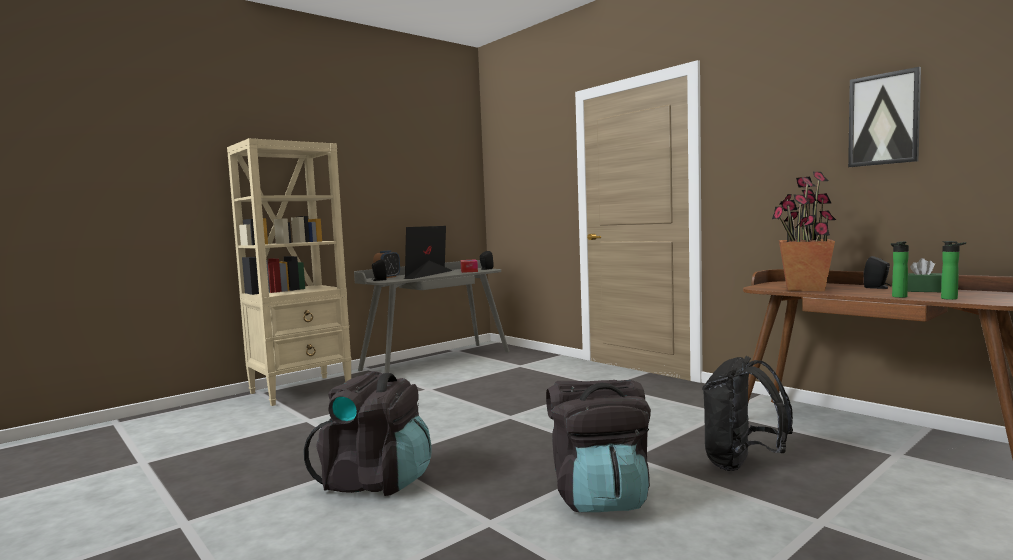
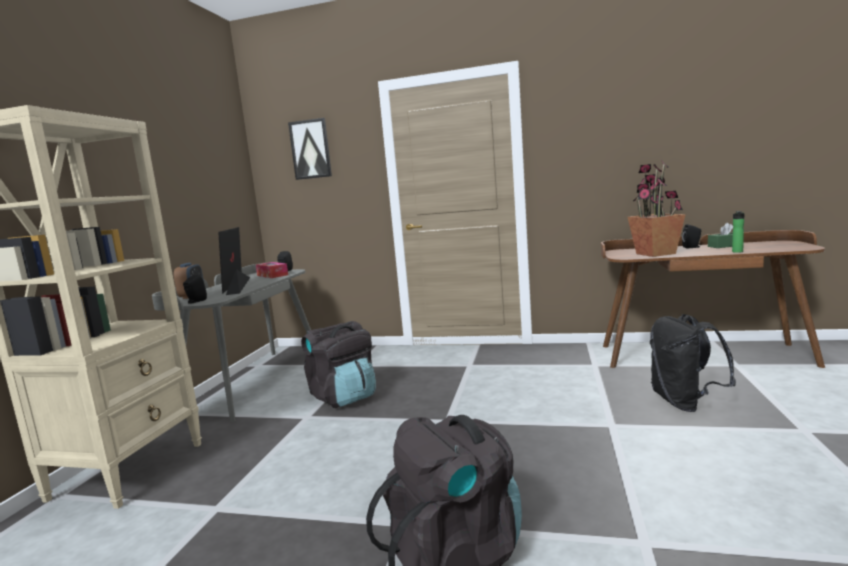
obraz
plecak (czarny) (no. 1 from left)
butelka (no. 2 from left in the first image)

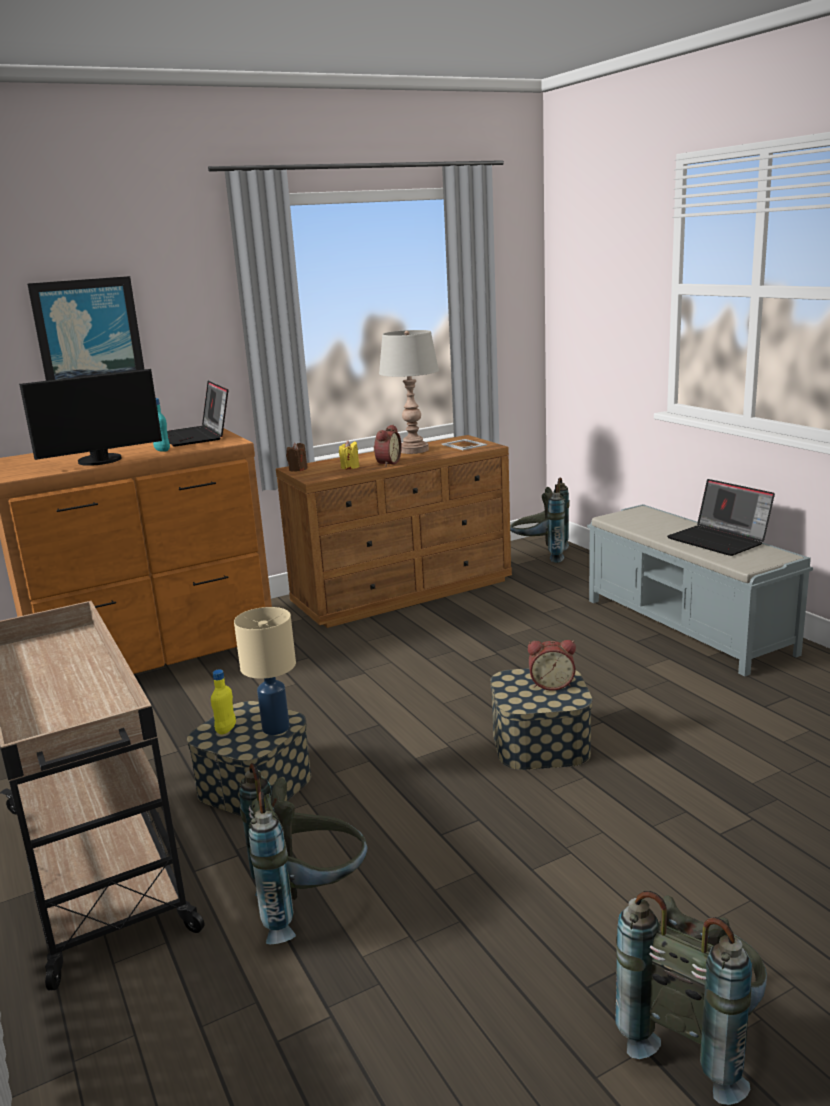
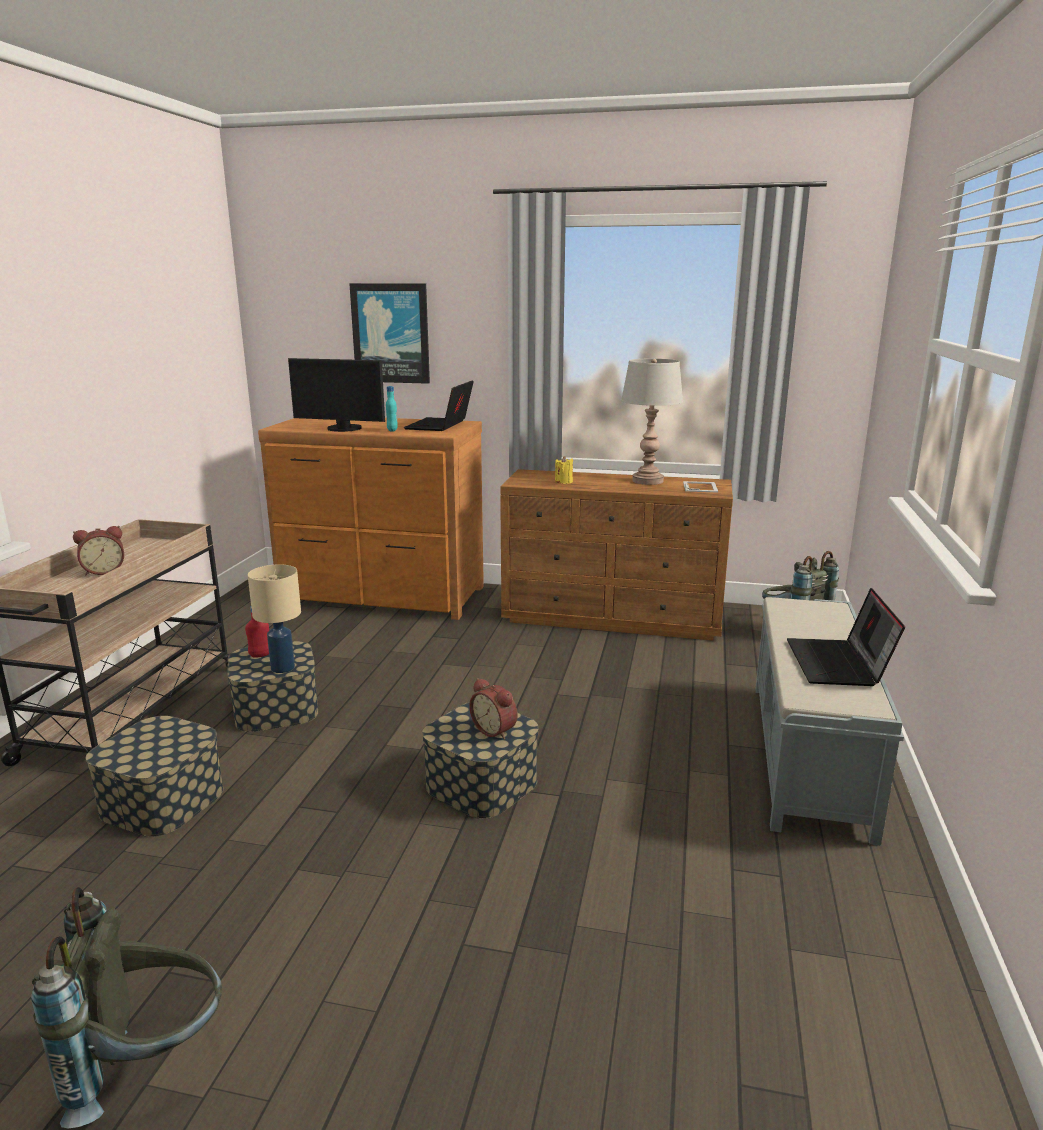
budzik (no. 1 from left)
pojemnik do przechowywania (no. 1 from left)
butelka (czerwony)
świeca (brązowy)

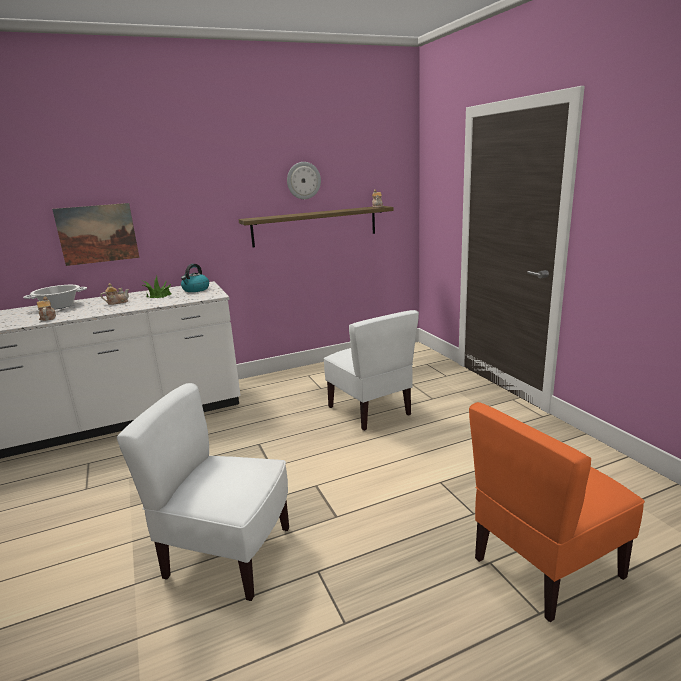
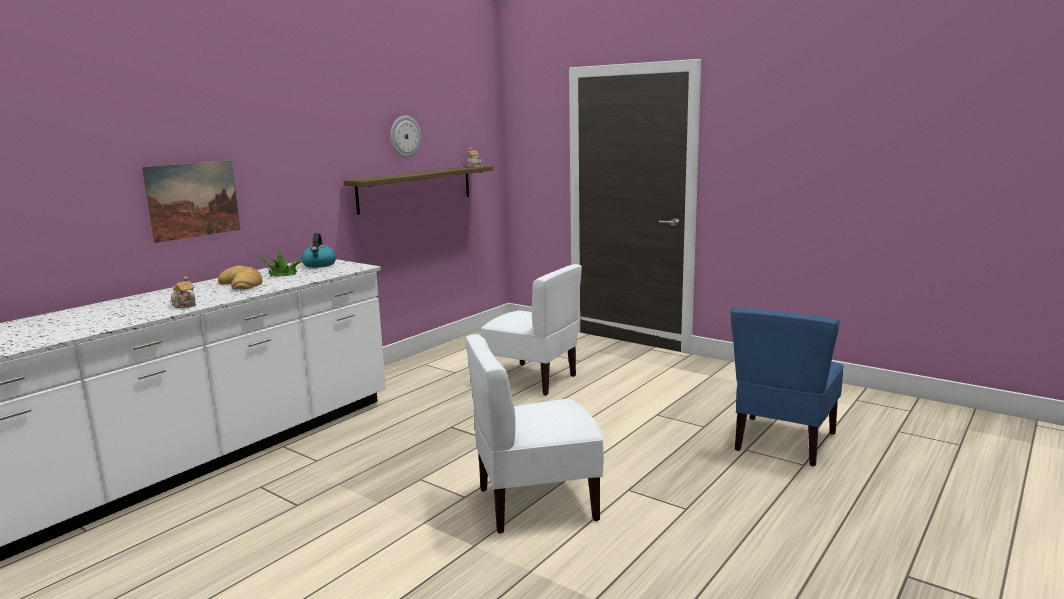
chleb
krzesło (niebieski)
garnek

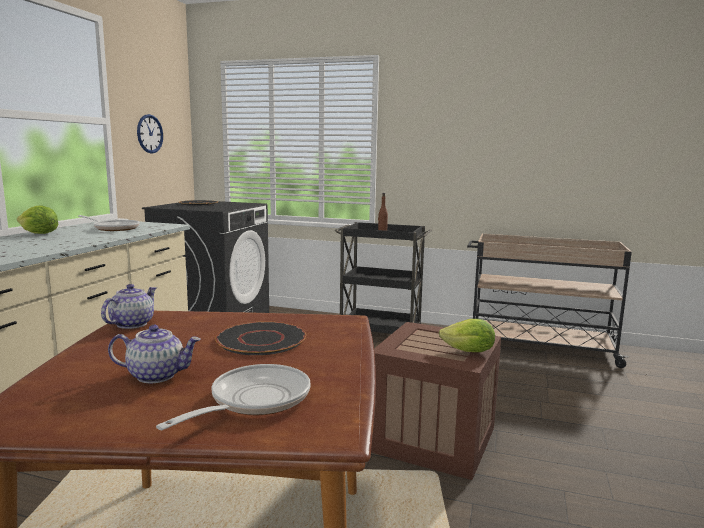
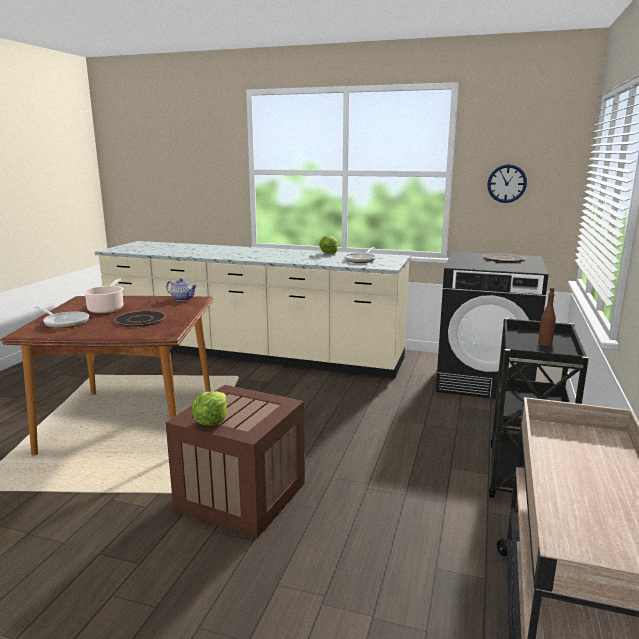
garnek

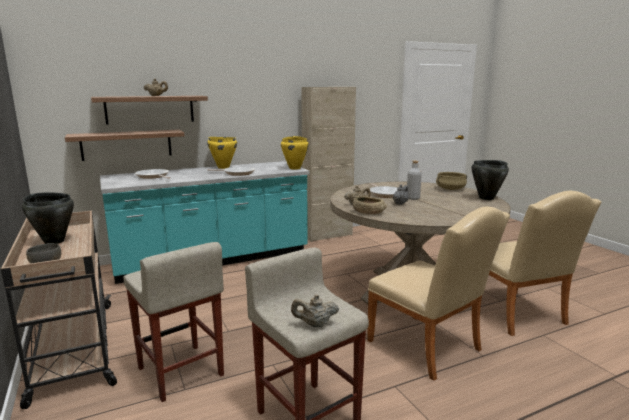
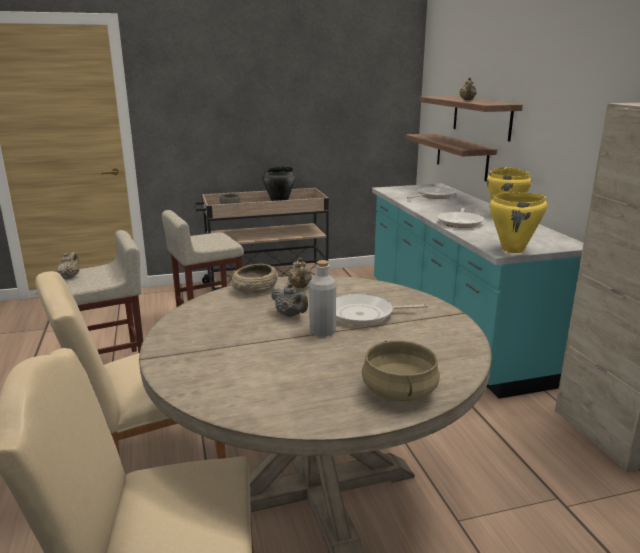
garnek (czarny) (no. 2 from left in the first image)

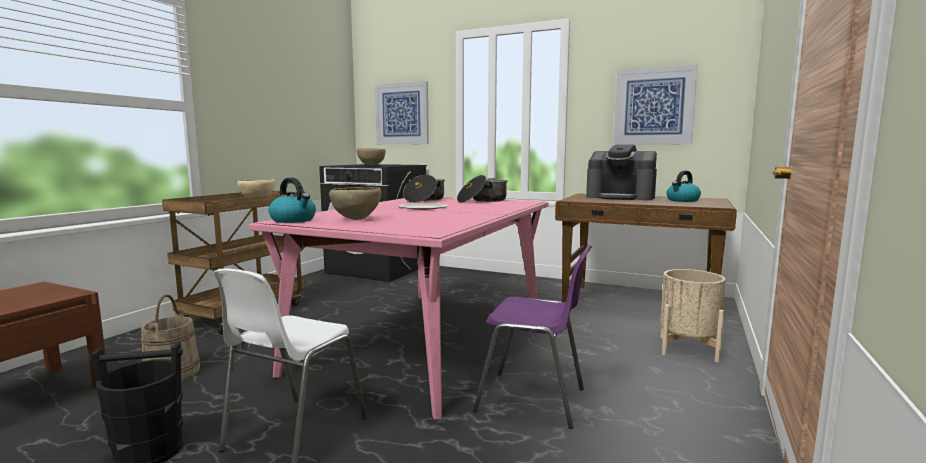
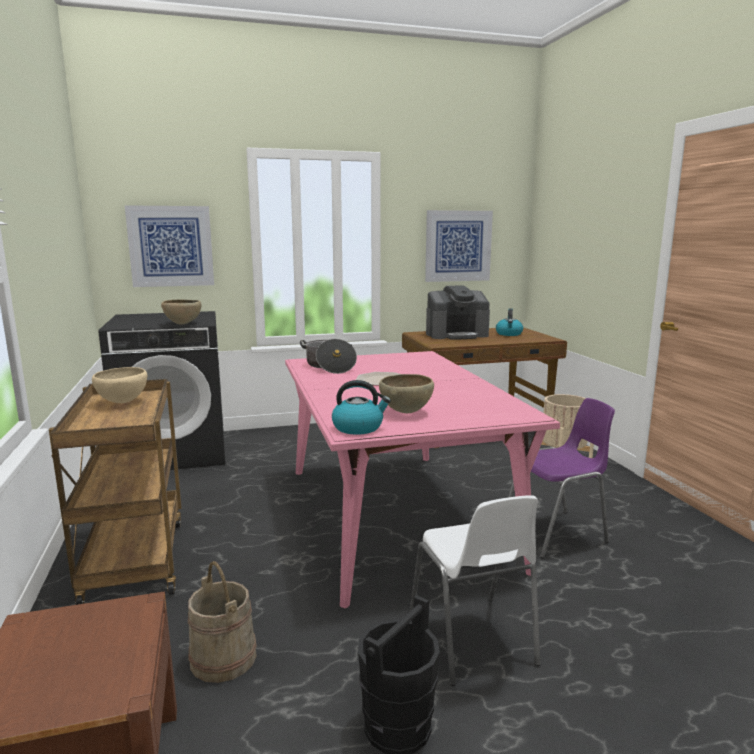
garnek (no. 2 from left in the first image)

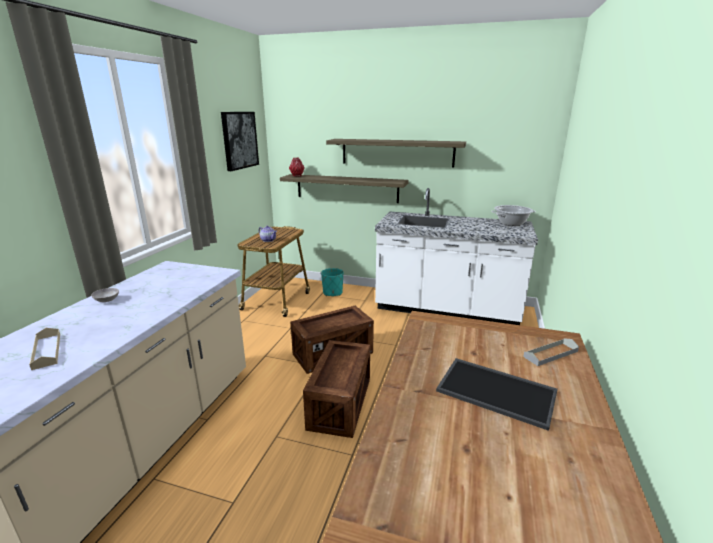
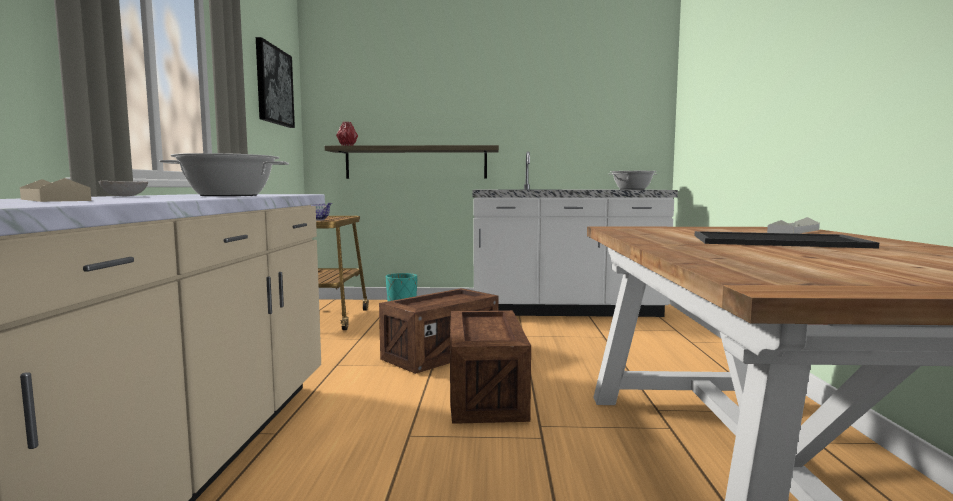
garnek (no. 1 from left)
półka (no. 2 from left in the first image)

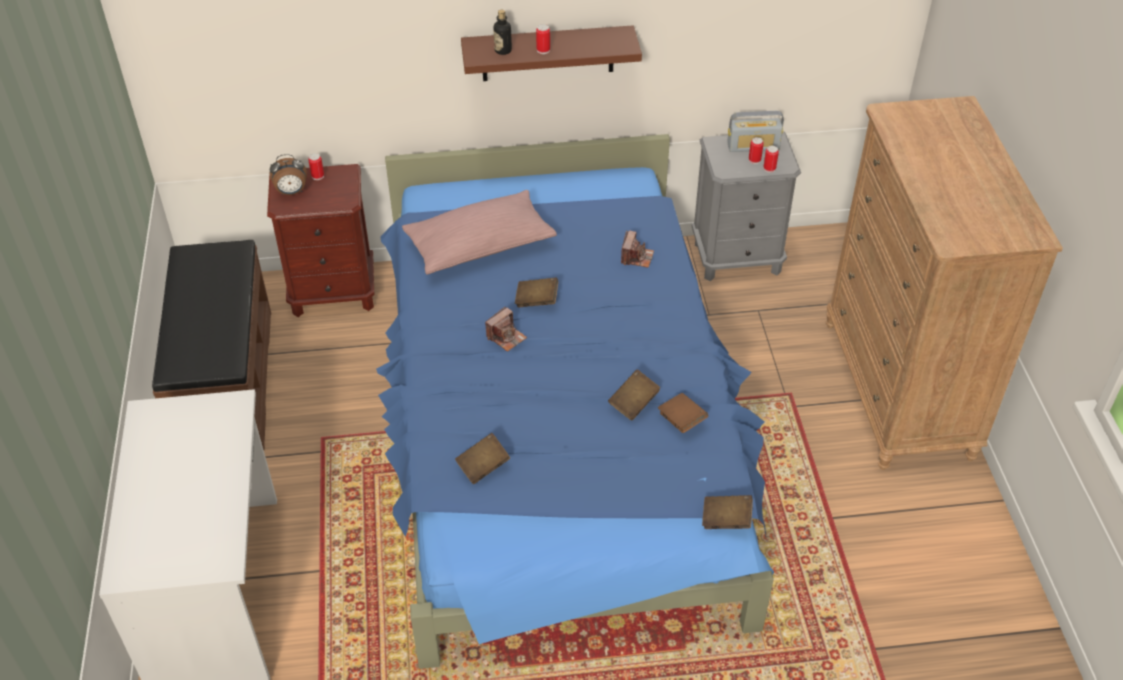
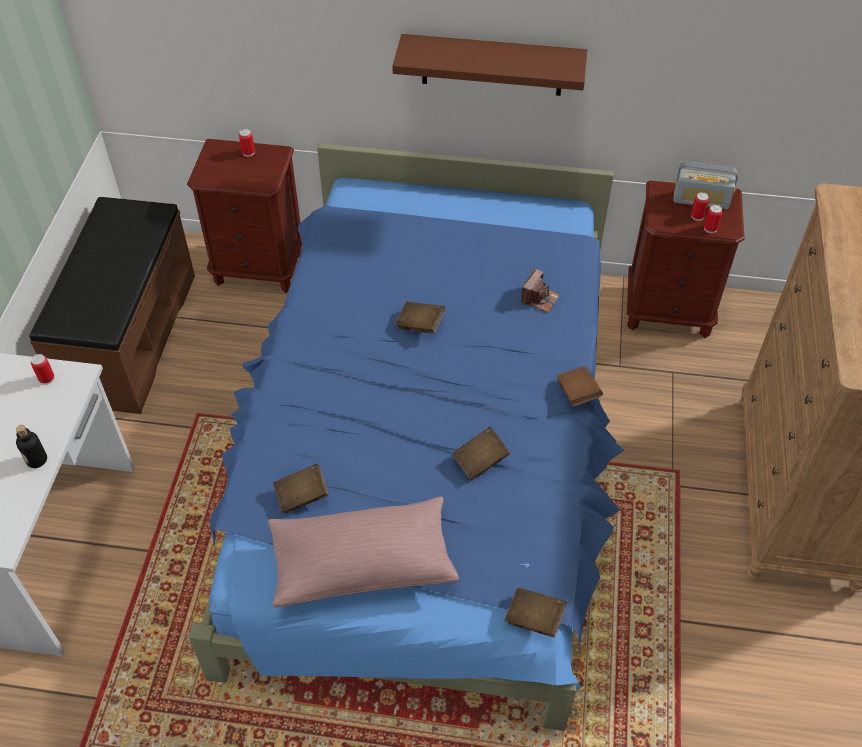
butelka
puszka (no. 1 from left)
poduszka (różowy)
książka (brązowy) (no. 5 from left)
szafka nocna (brązowy) (no. 2 from left)
budzik
aparat fotograficzny (no. 1 from left in the first image)

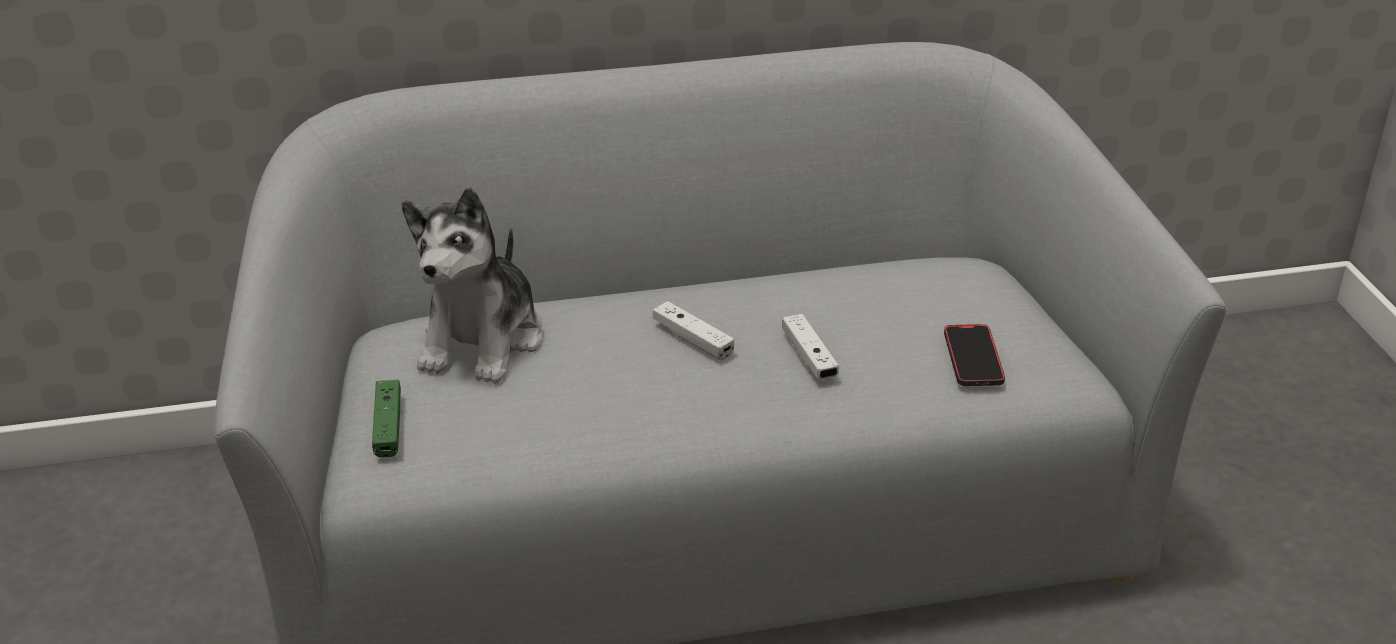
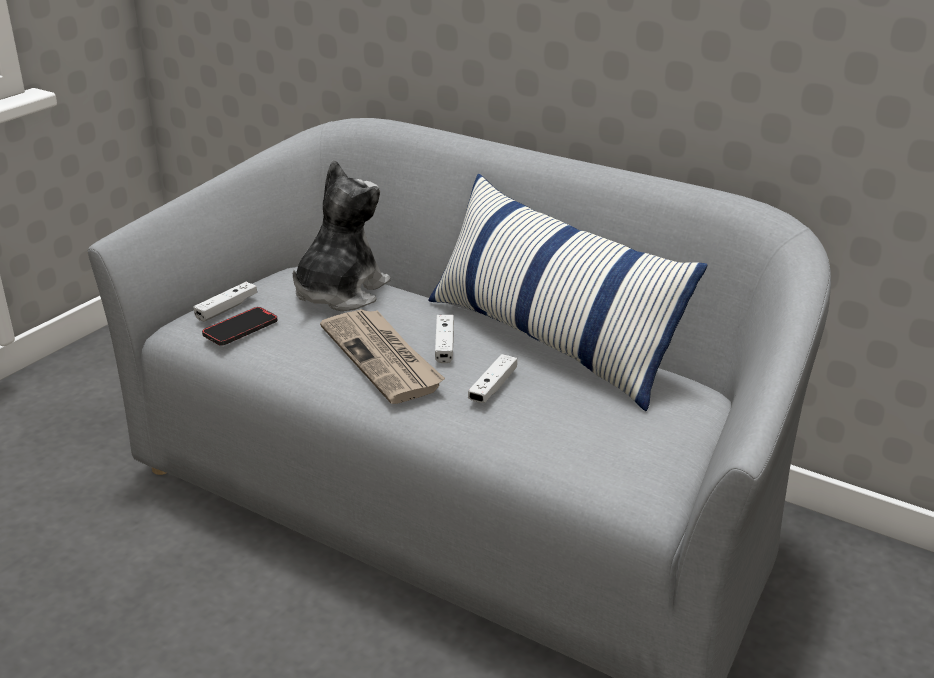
pad do gier (biały) (no. 1 from left)
telefon
pluszak
gazeta
poduszka

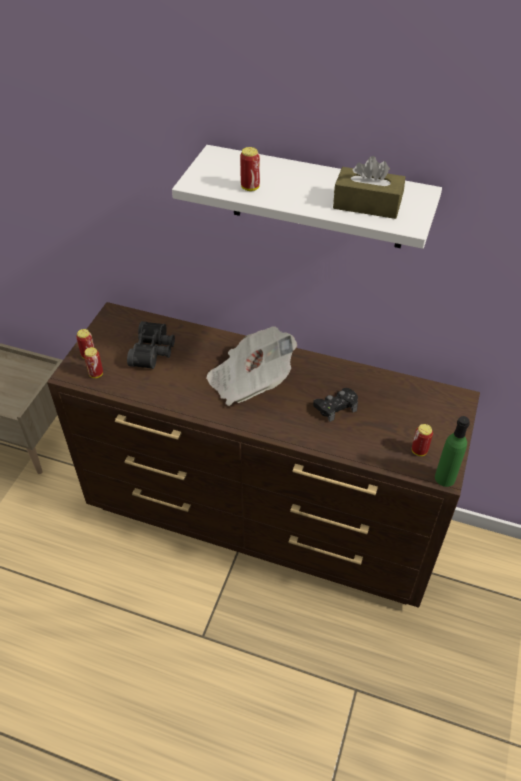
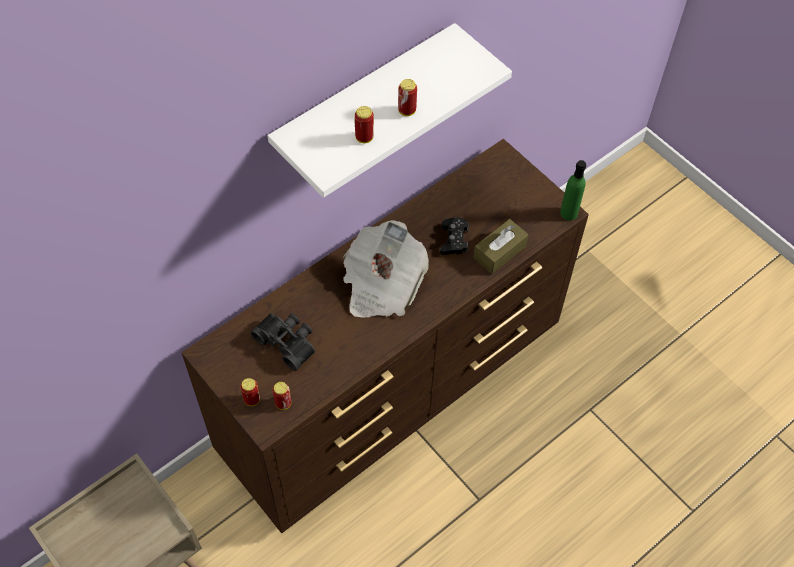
puszka (no. 4 from left)
pudełko chusteczek (brązowy)

